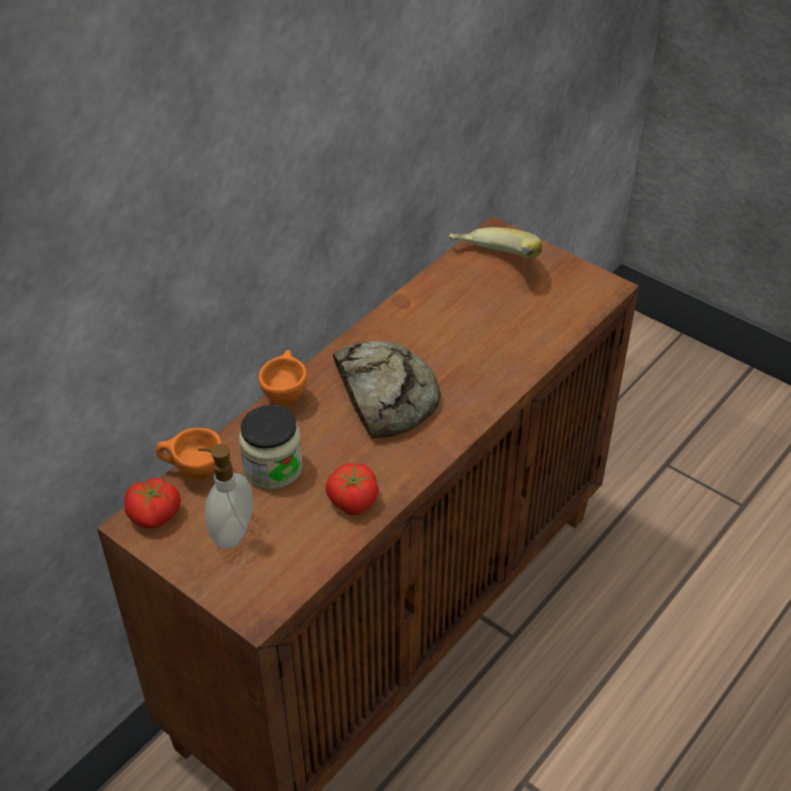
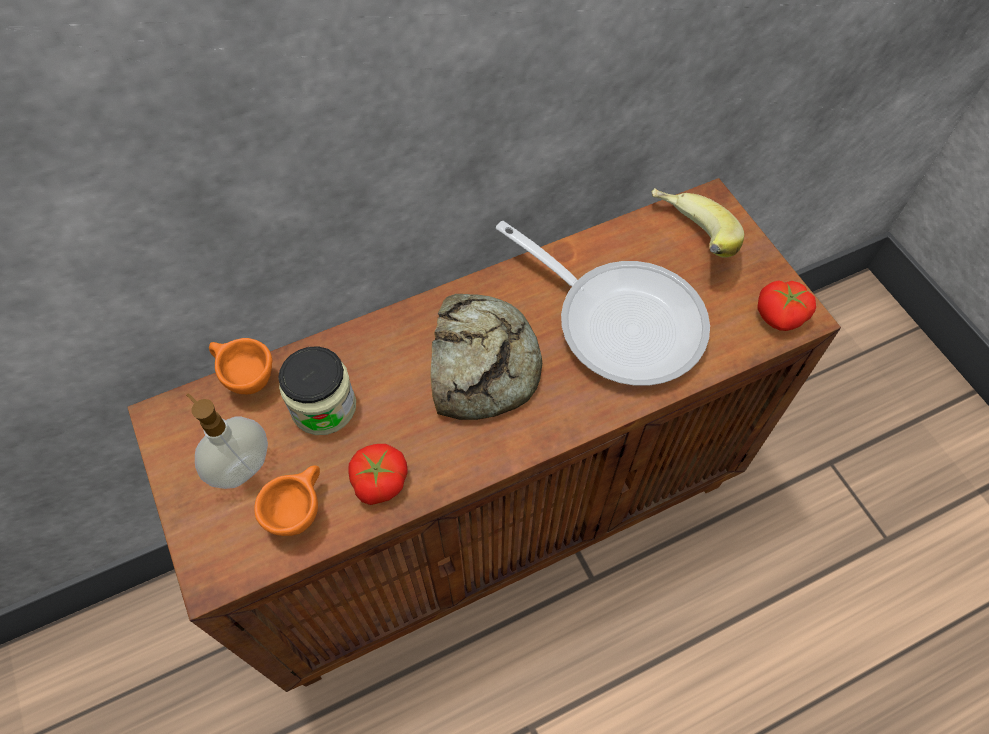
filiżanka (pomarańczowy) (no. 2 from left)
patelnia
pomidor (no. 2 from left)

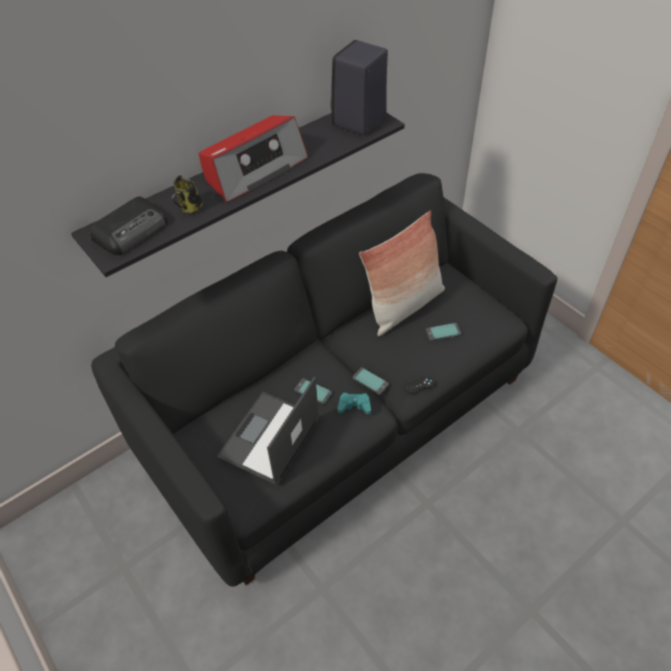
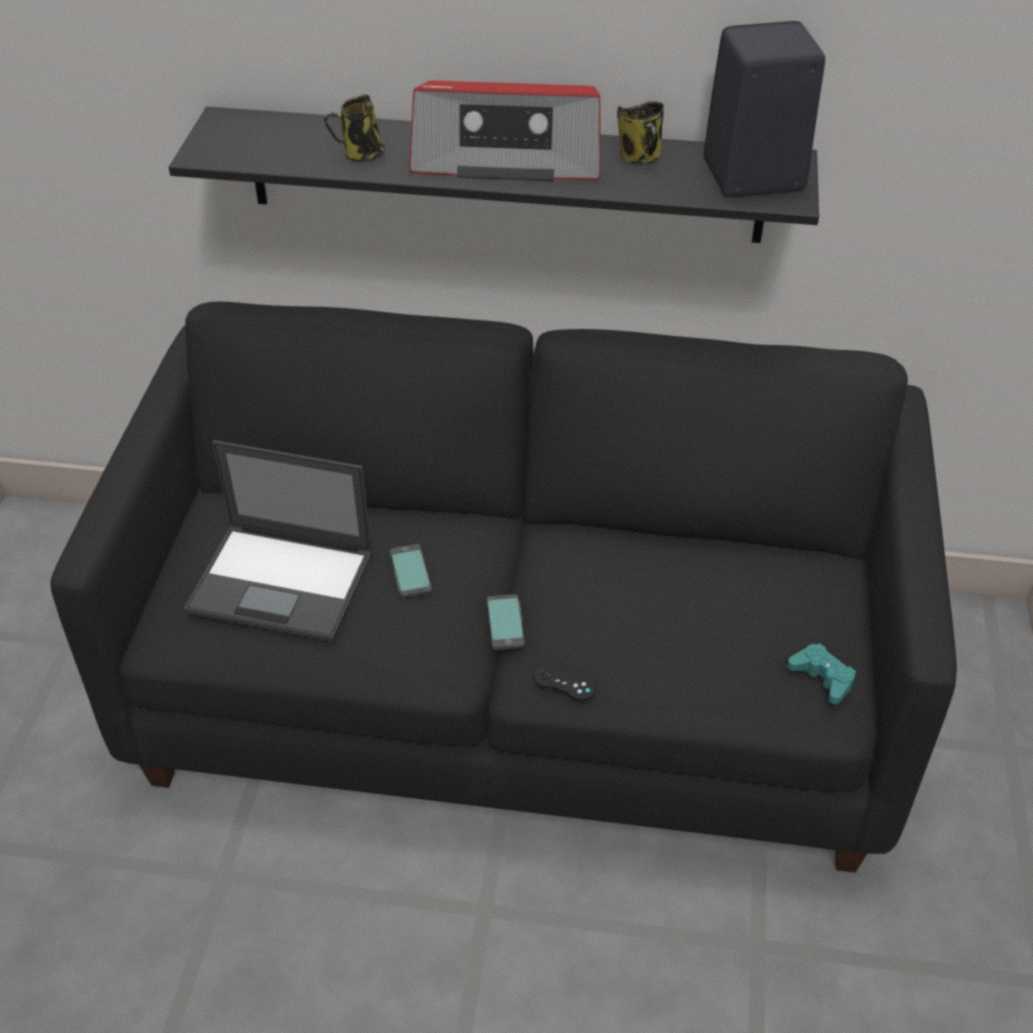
laptop
kubek (no. 2 from left)
pad do gier (turkusowy)
radio (no. 1 from left in the first image)
poduszka
telefon (no. 3 from left in the first image)

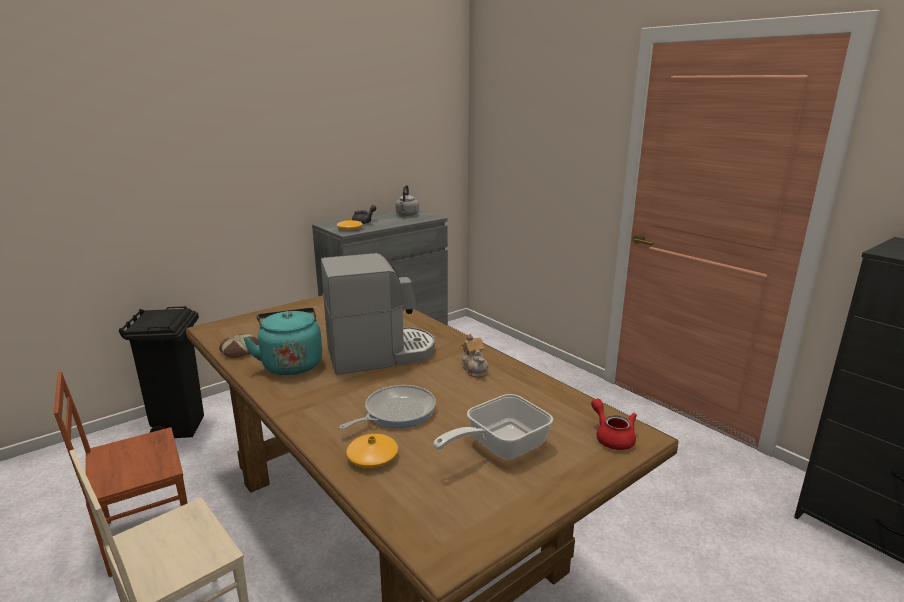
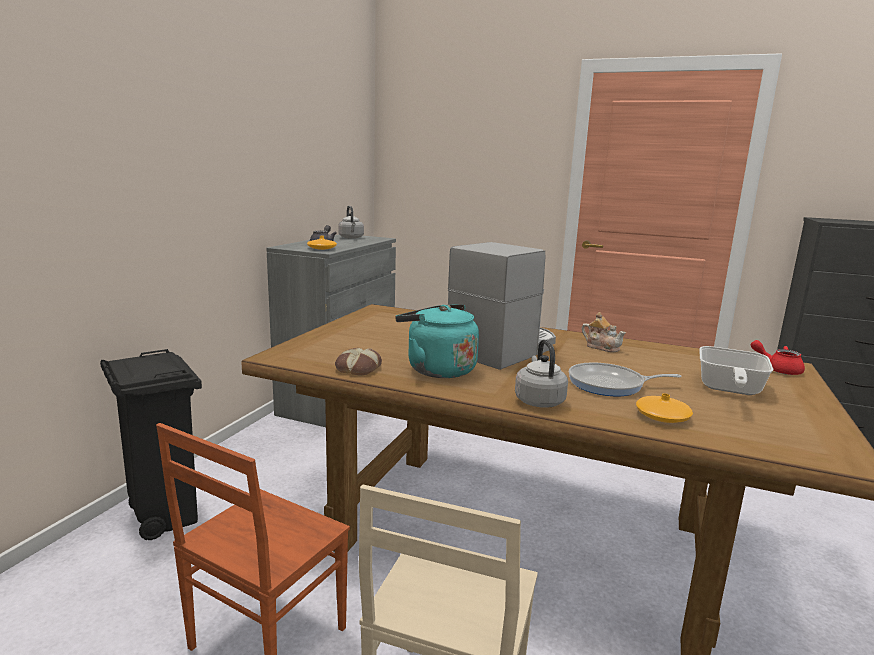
czajnik (szary) (no. 2 from left)
patelnia (no. 1 from left)

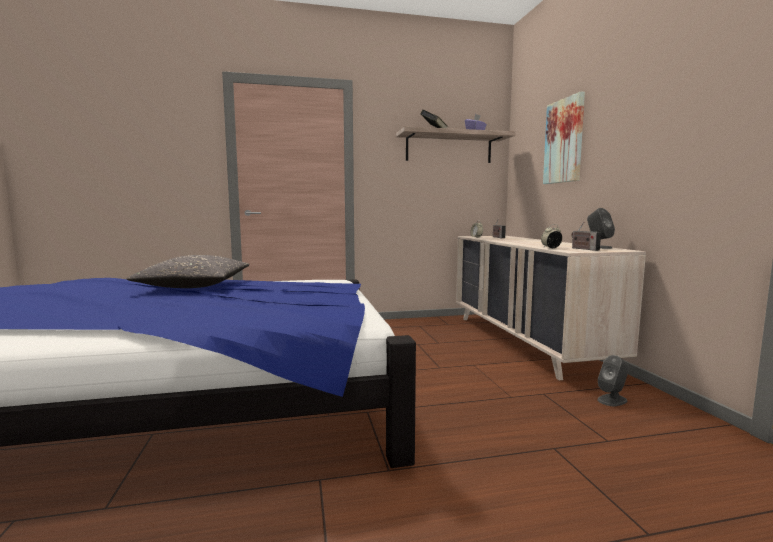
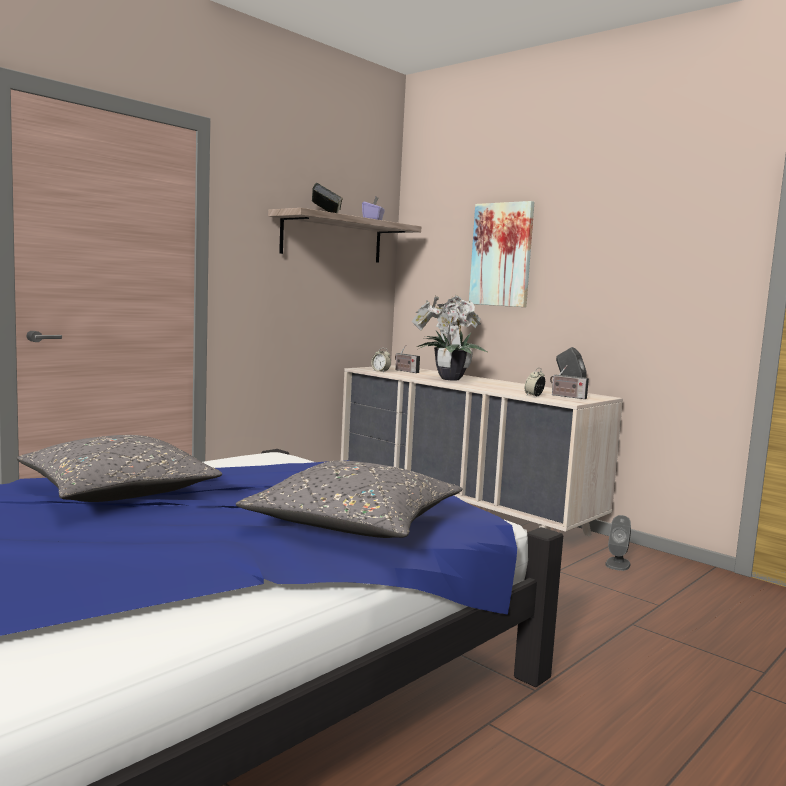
poduszka (szary) (no. 2 from left)
roślina doniczkowa

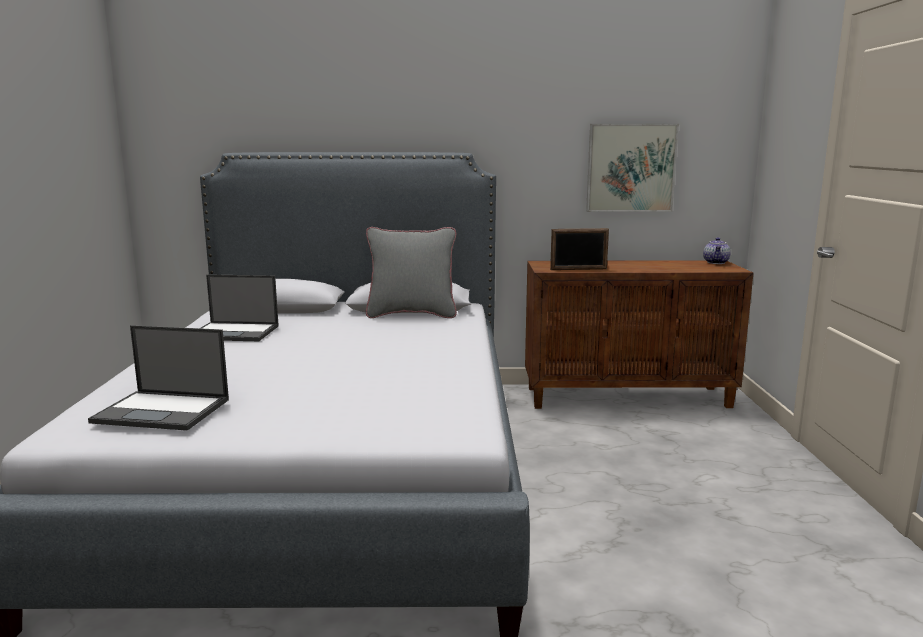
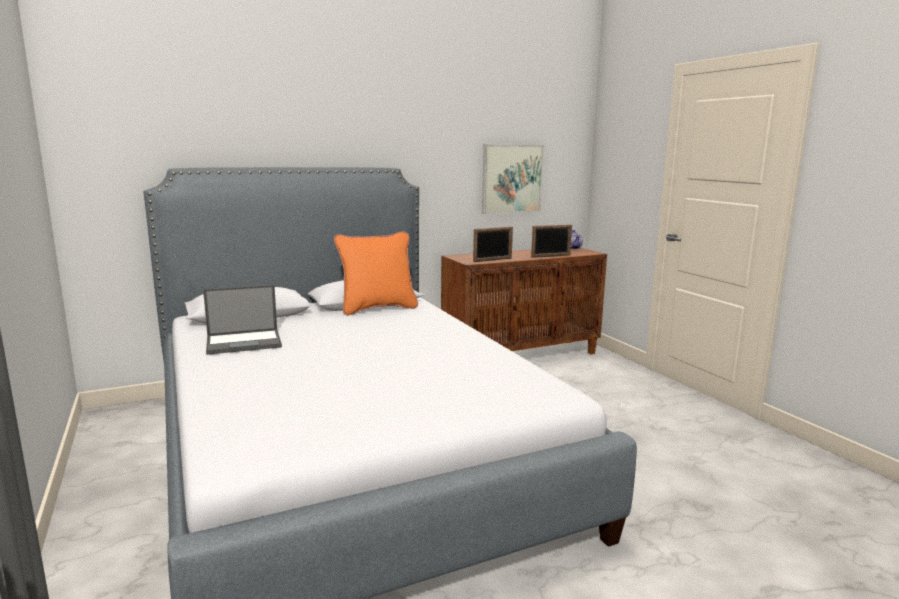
poduszka (pomarańczowy)
ramka na zdjęcie (no. 2 from left)
laptop (no. 1 from left in the first image)

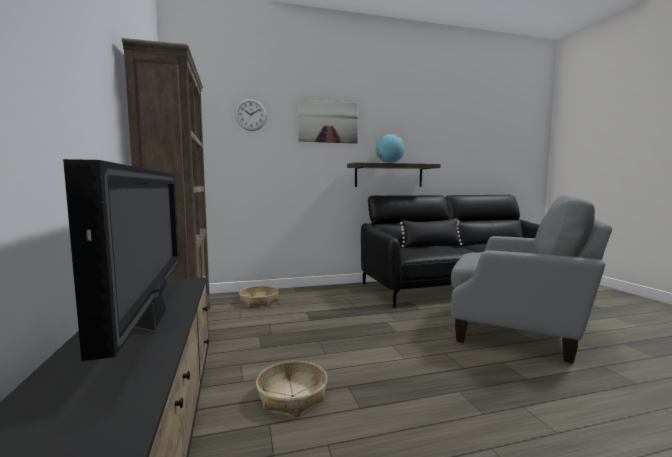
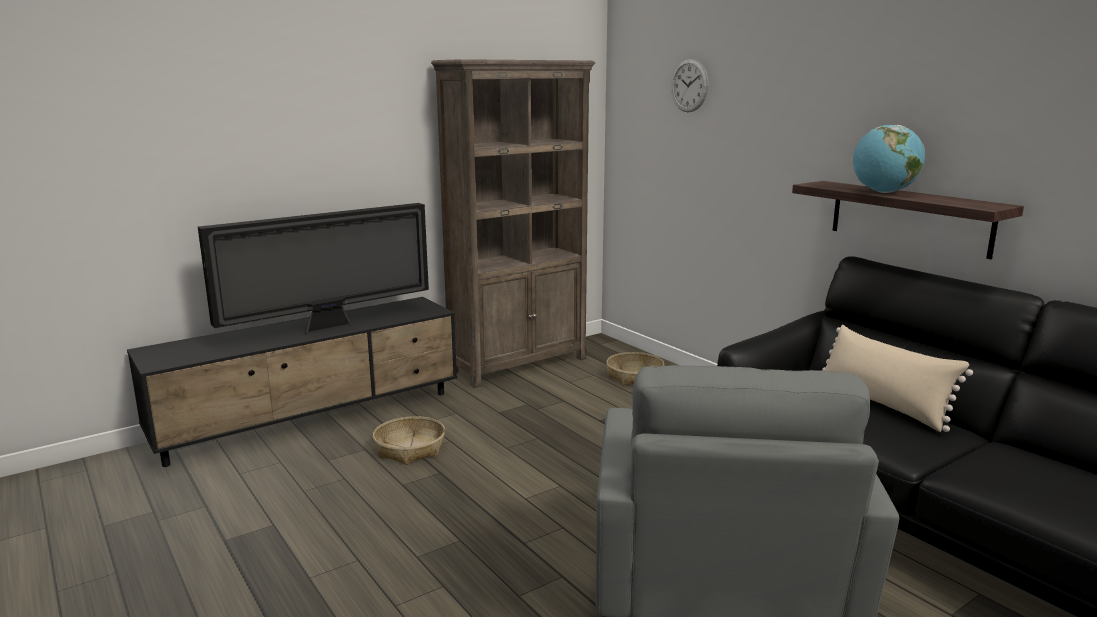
poduszka (beżowy)
obraz

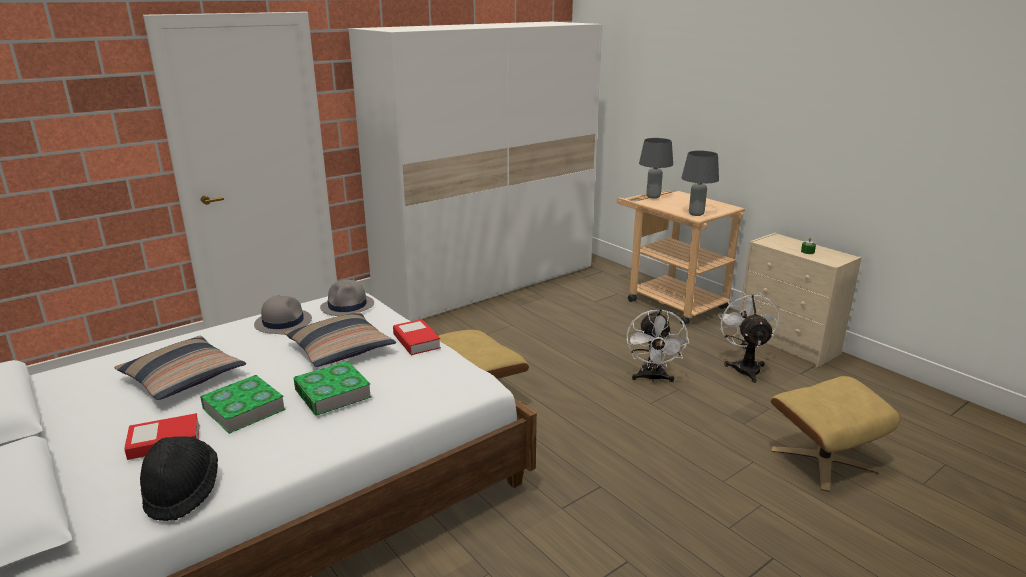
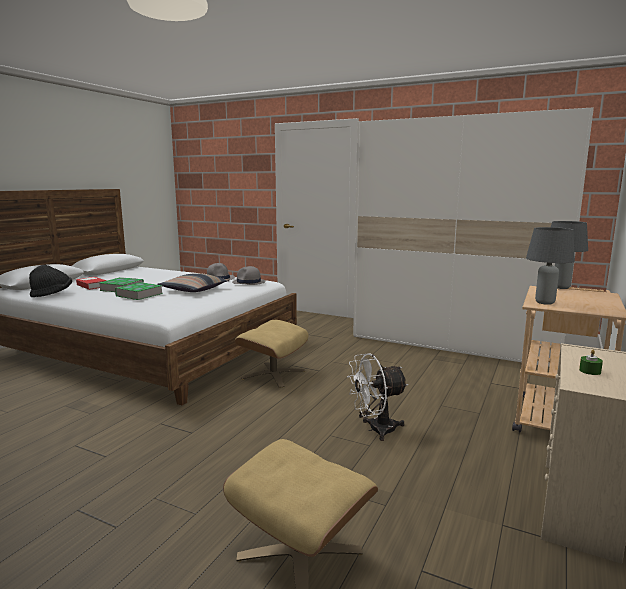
poduszka (no. 1 from left in the first image)
książka (no. 4 from left in the first image)
wentylator (biały) (no. 2 from left in the first image)

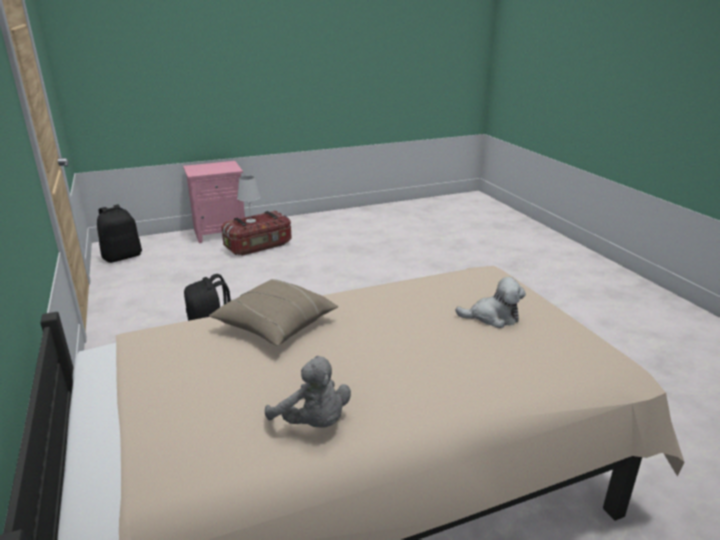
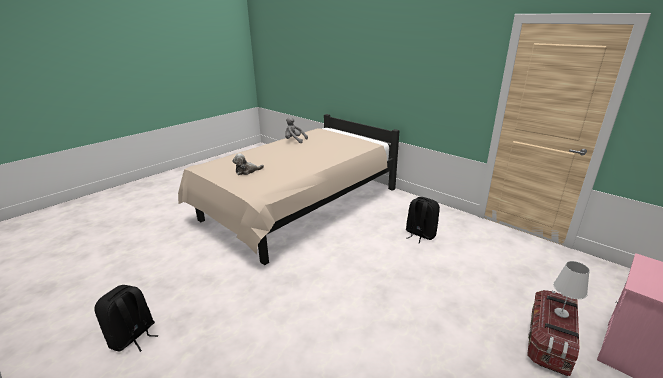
plecak (czarny) (no. 1 from left)
poduszka (beżowy)

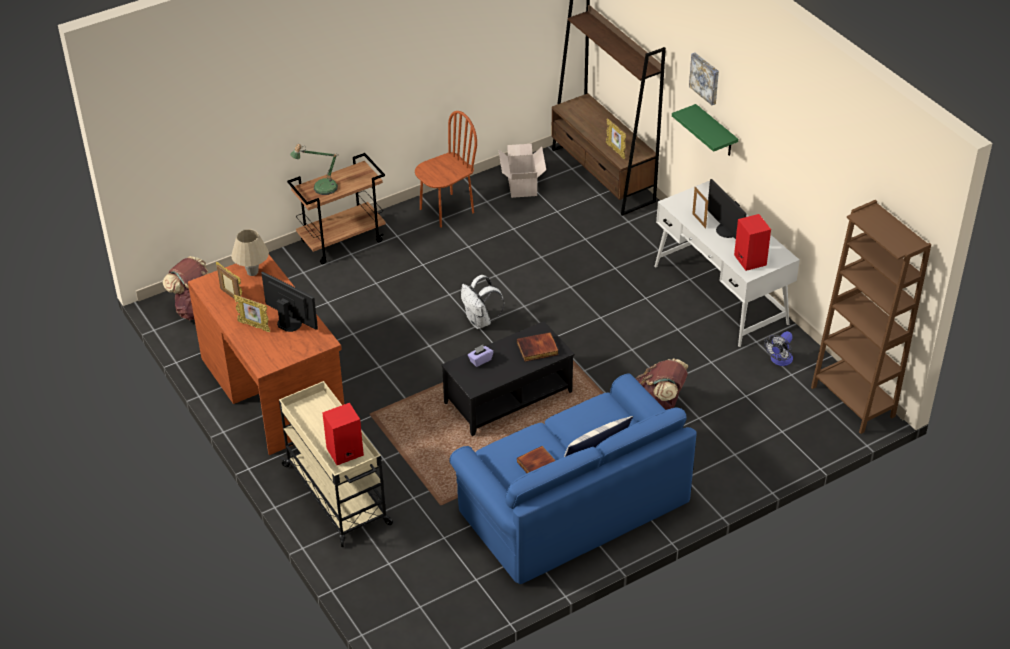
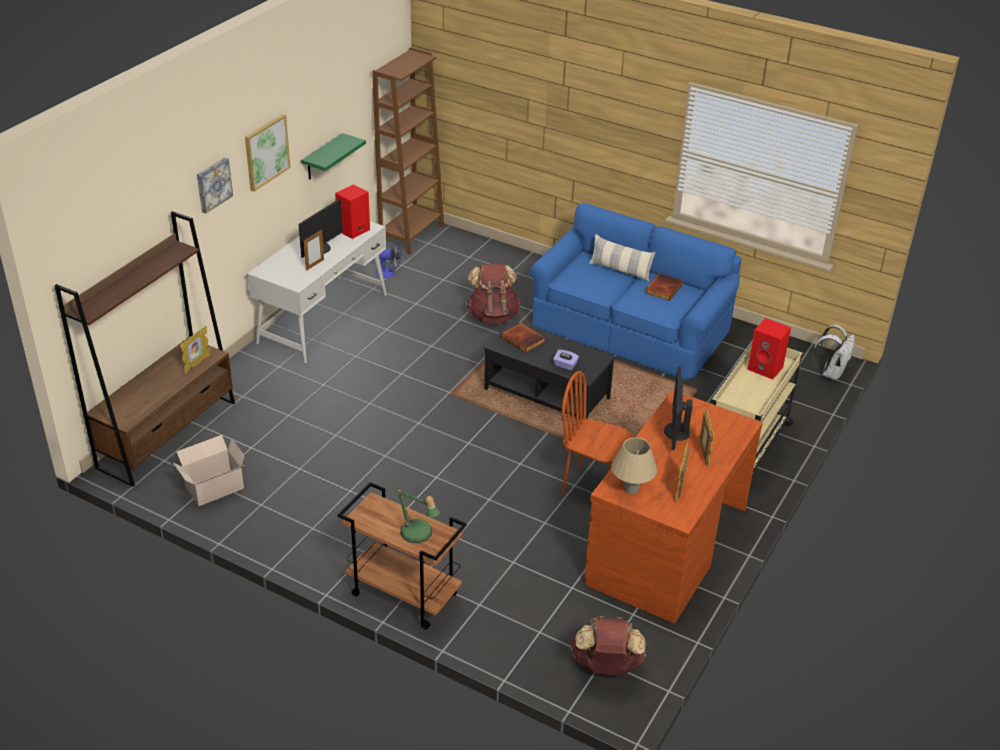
obraz (no. 2 from left)
półka (zielony)
krzesło (brązowy)
plecak (biały)

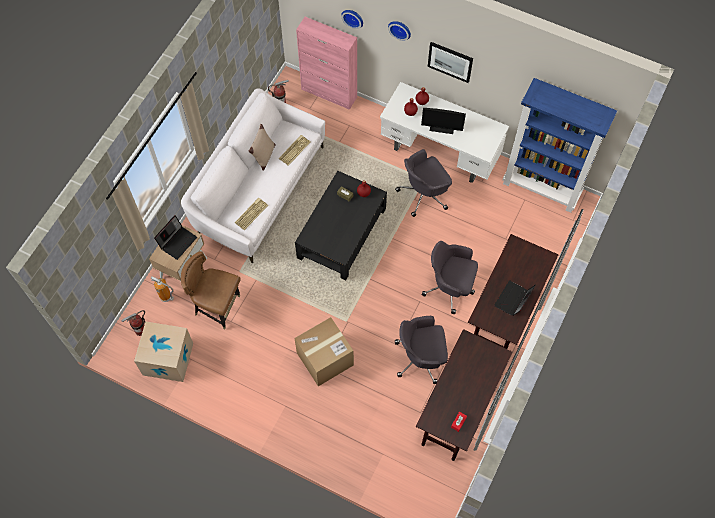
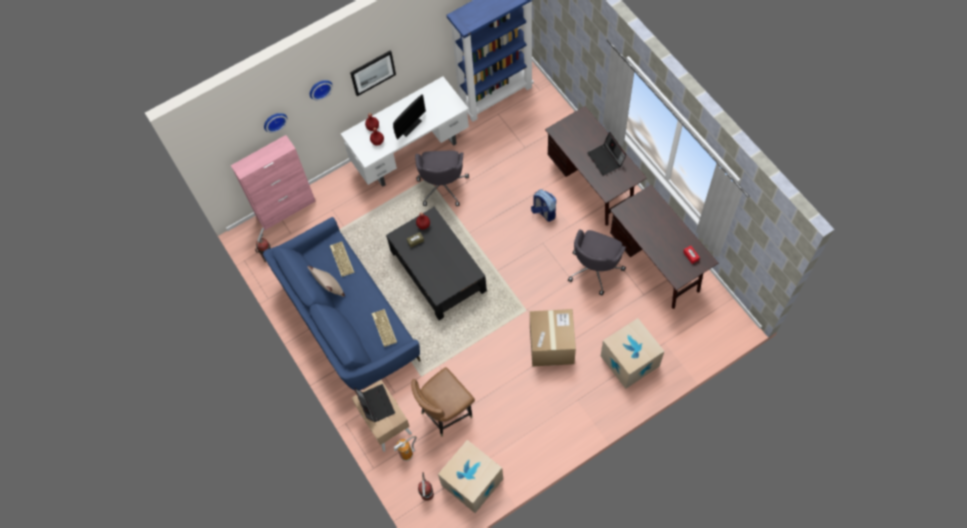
kanapa (niebieski)
plecak
karton (no. 3 from left)

